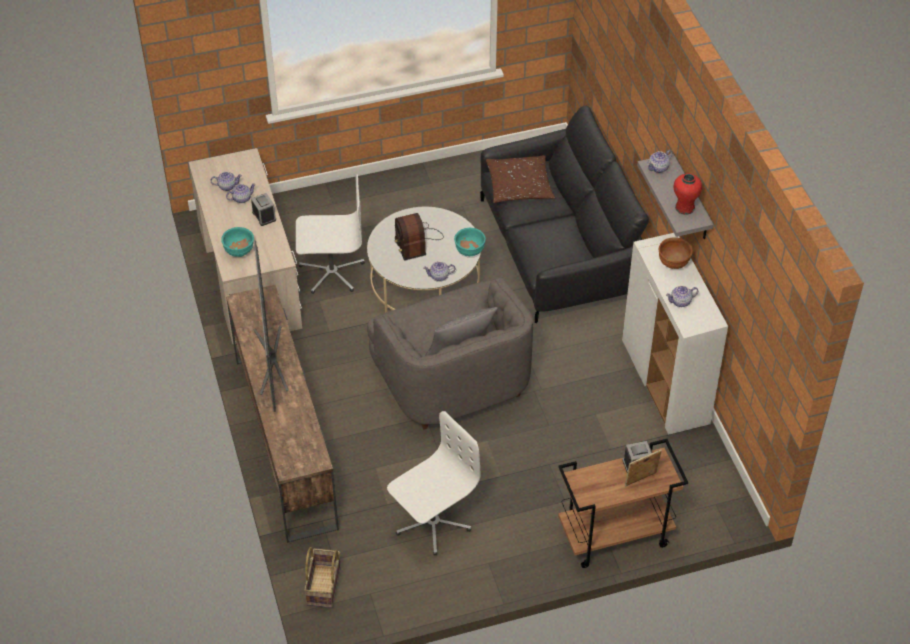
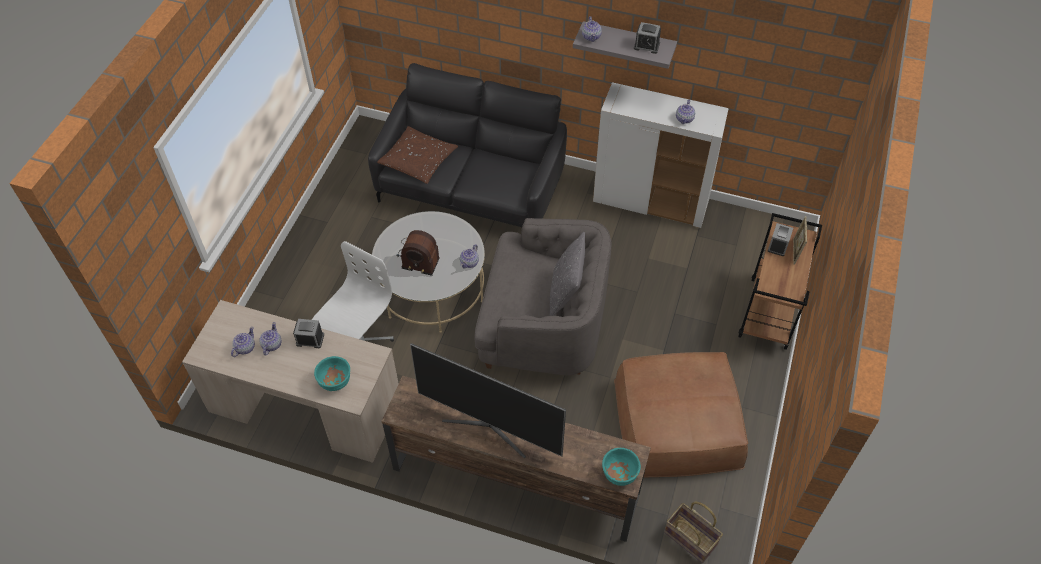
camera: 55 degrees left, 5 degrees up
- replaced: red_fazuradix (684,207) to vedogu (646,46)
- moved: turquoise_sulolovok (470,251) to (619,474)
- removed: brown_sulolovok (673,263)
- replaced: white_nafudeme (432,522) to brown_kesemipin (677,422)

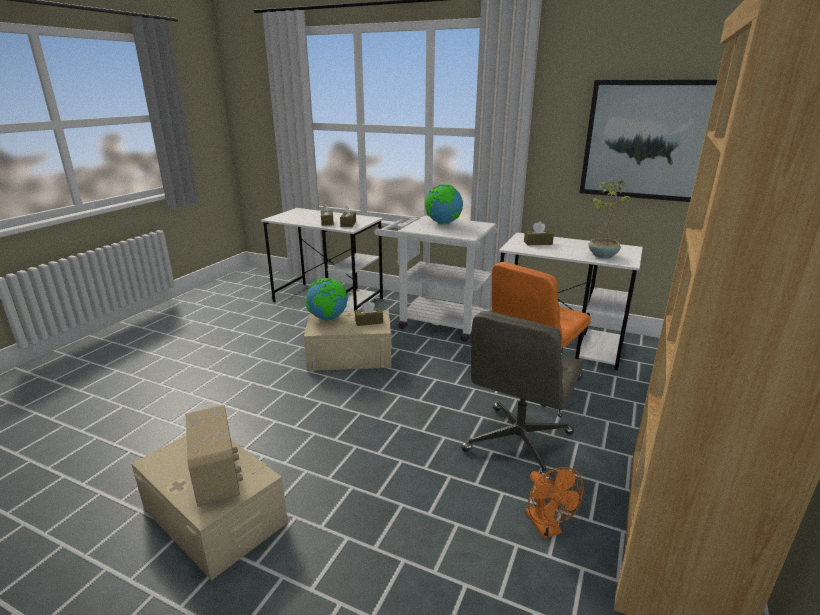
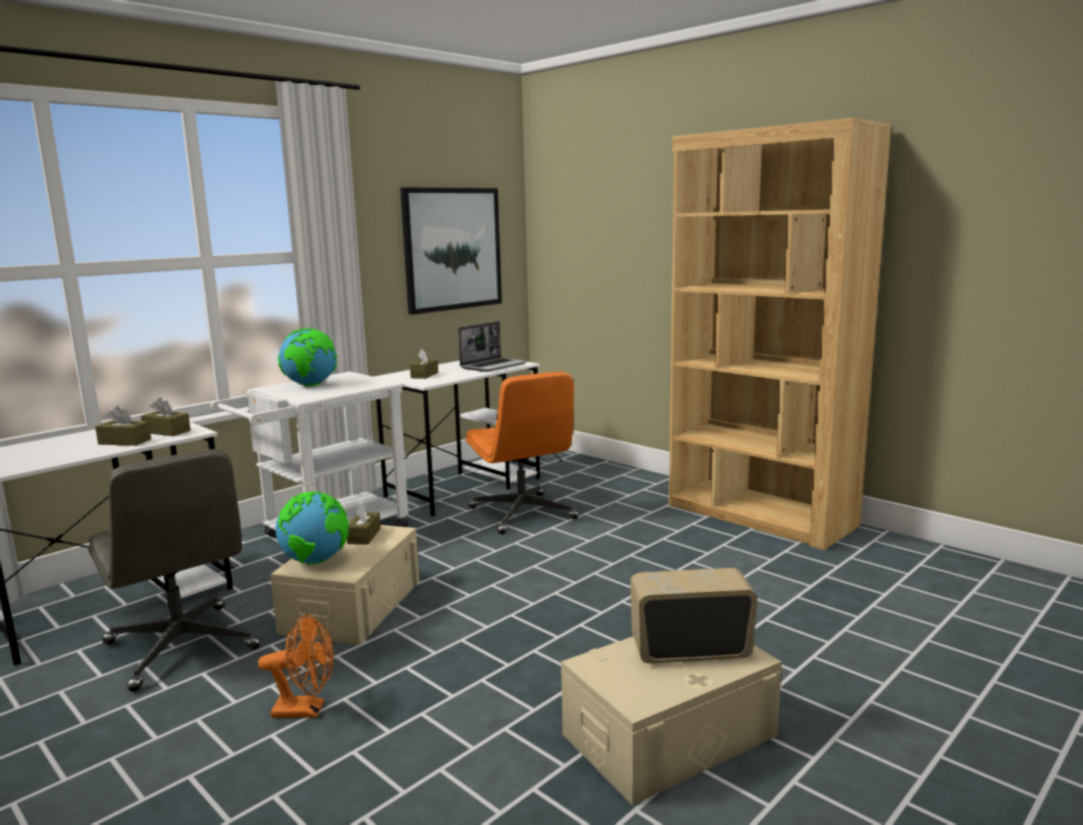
camera: 70 degrees left, 10 degrees down
- replaced: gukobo (602,255) to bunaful (493,366)
- moved: grey_nafudeme (518,443) to (182,647)
- moved: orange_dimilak (546,528) to (306,710)

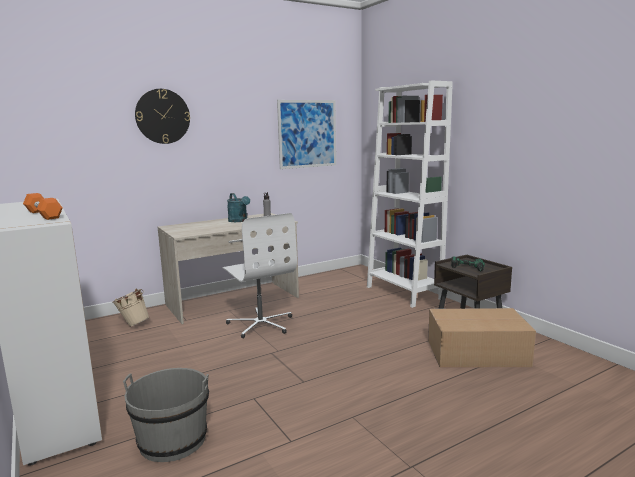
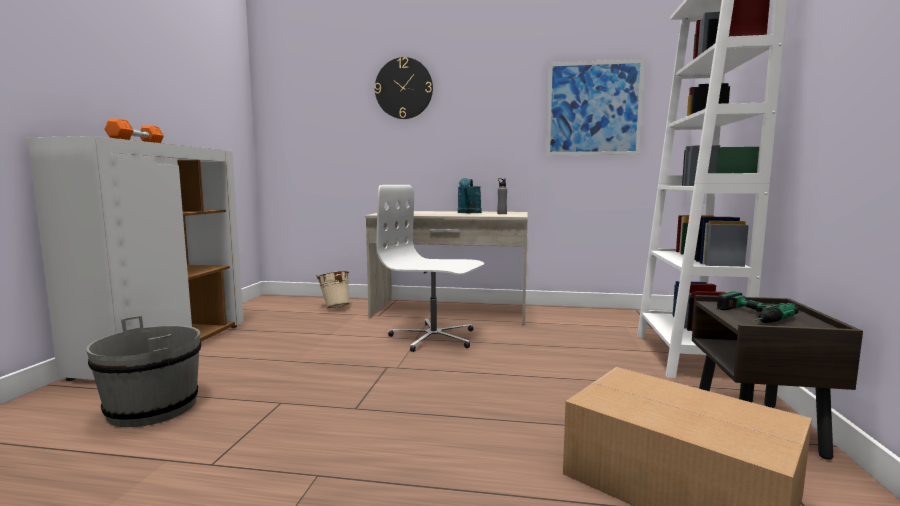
camera: 40 degrees right, 5 degrees down
- turned: white_nafudeme (261,324) = (433,338) 105 degrees clockwise

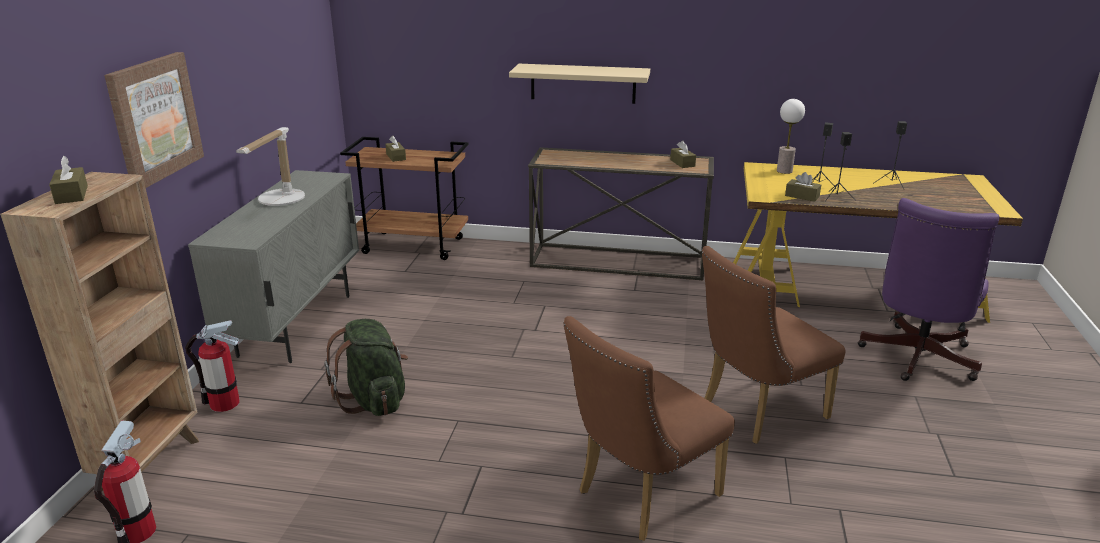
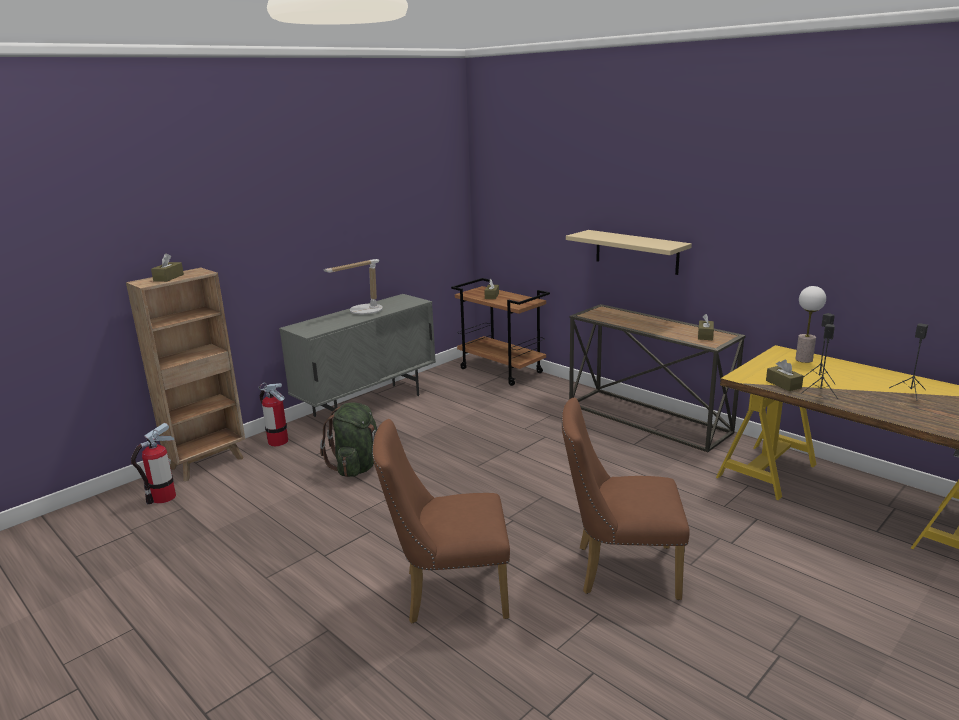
camera: 35 degrees right, 5 degrees down
- removed: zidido (154,119)
- removed: purple_nafudeme (915,359)

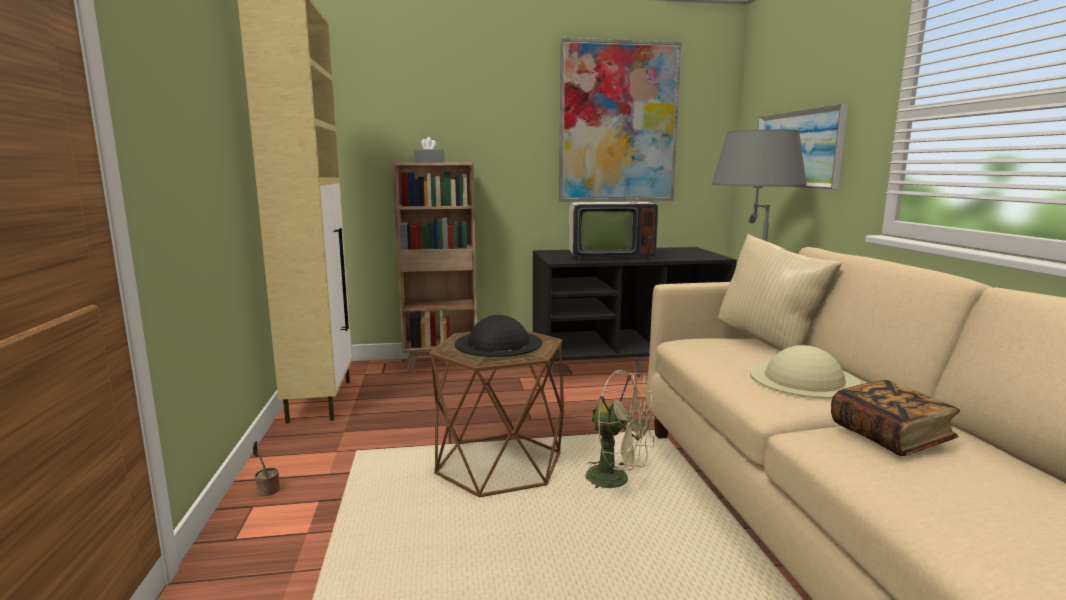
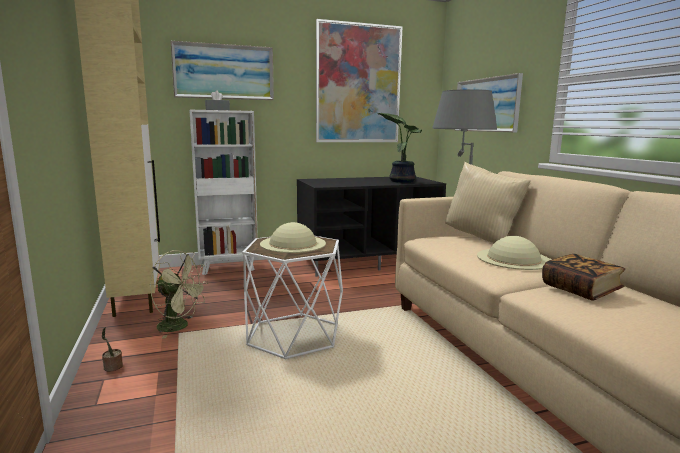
camera: 10 degrees left, 0 degrees up
- removed: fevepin (608,257)
- recoloured: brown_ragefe (441,364) to white_ragefe (228,268)
- recoloured: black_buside (498,343) to beige_buside (293,243)
- recoloured: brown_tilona (499,464) to white_tilona (294,335)
- moved: green_dimilak (617,480) to (179,327)
- added: zidido (224,72)
- added: gukobo (401,181)

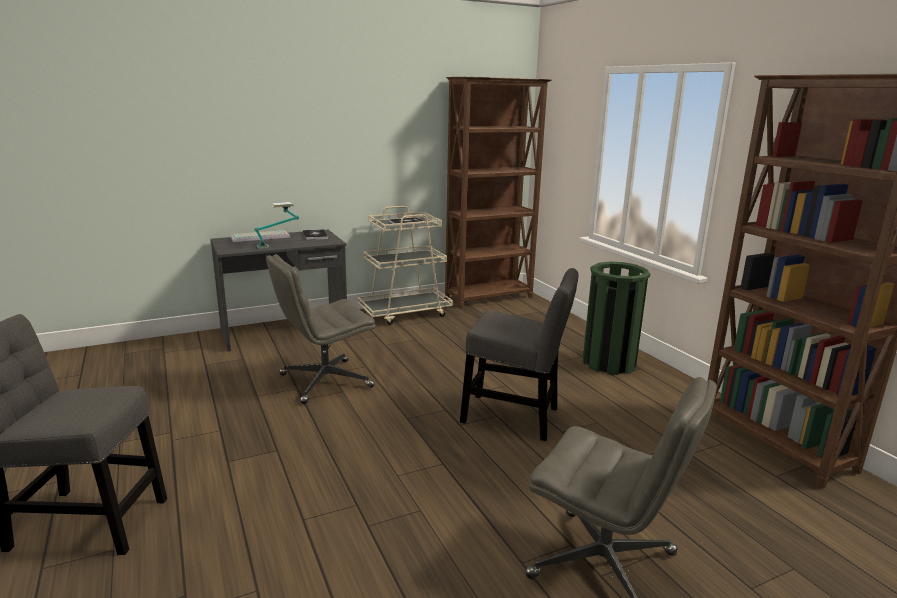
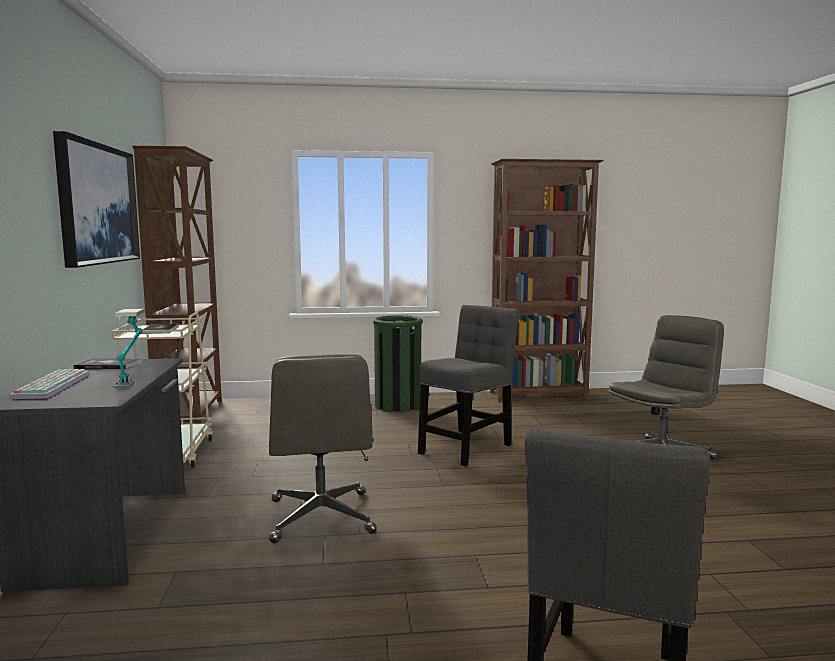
camera: 70 degrees left, 10 degrees down
- added: zidido (97,204)

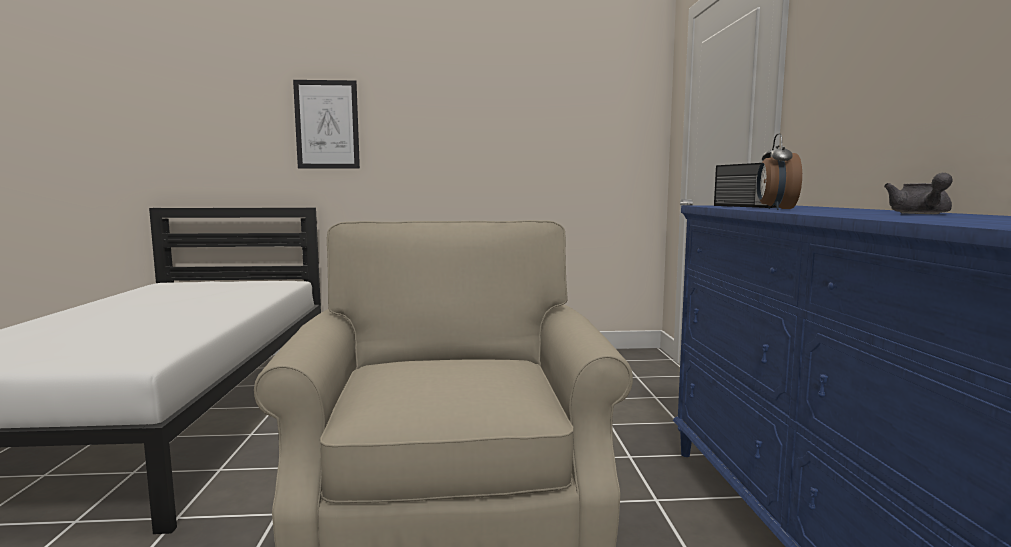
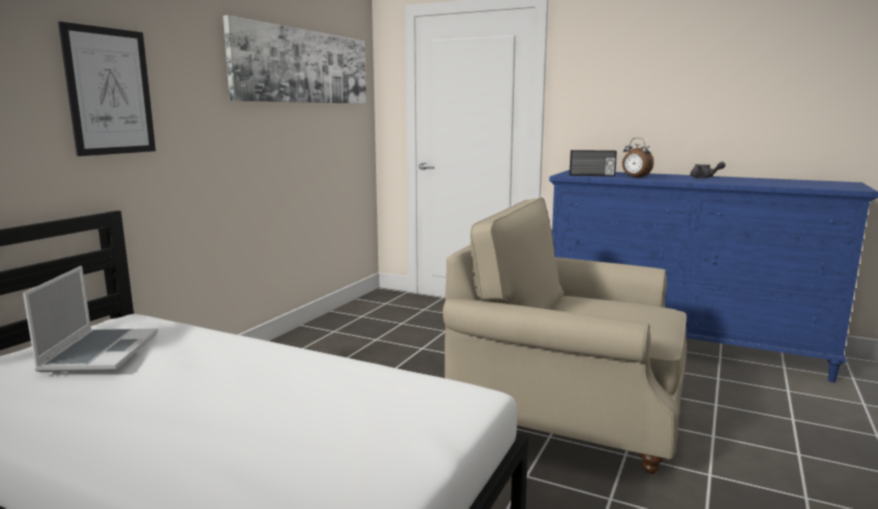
camera: 60 degrees left, 5 degrees up
- added: zidido (303,66)
- added: bunaful (100,352)

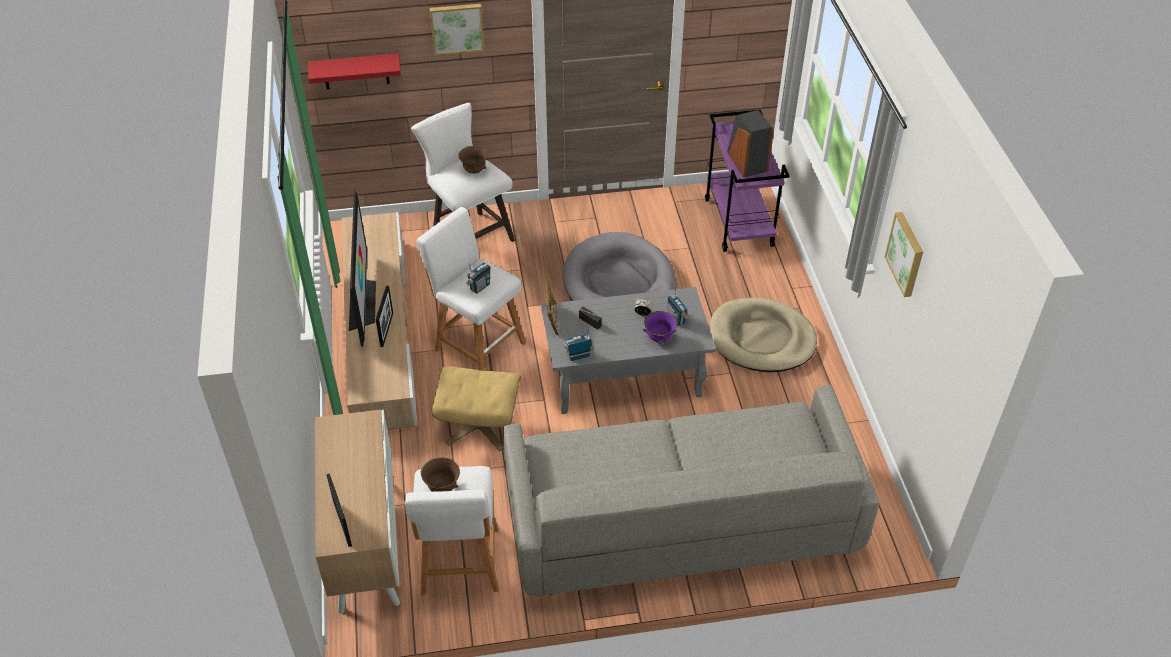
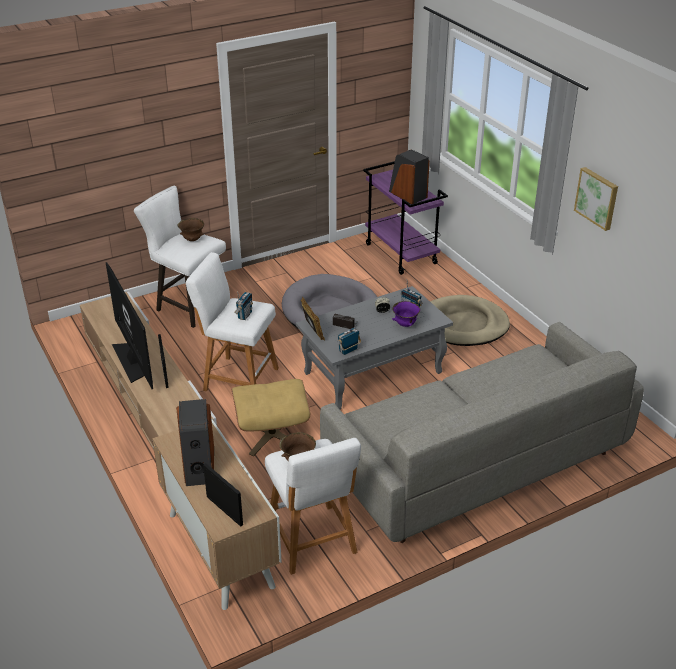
camera: 20 degrees left, 10 degrees down
- removed: zidido (457,28)
- removed: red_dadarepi (356,71)
- added: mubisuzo (198,466)

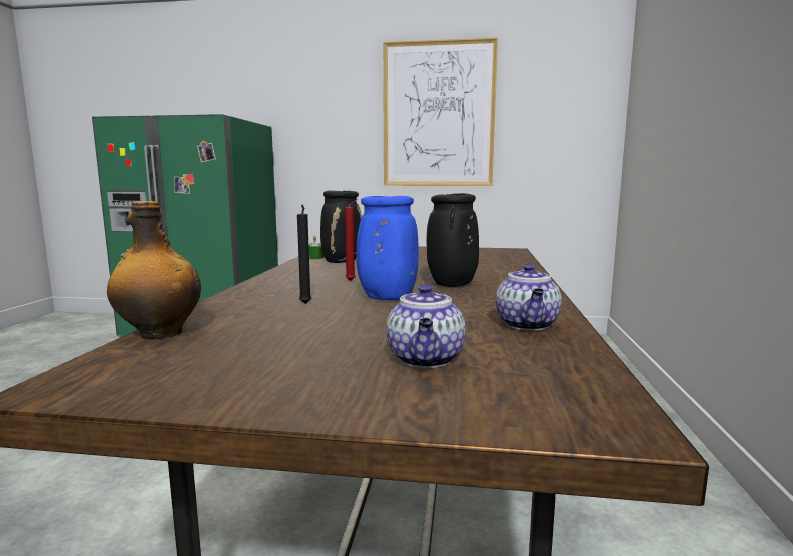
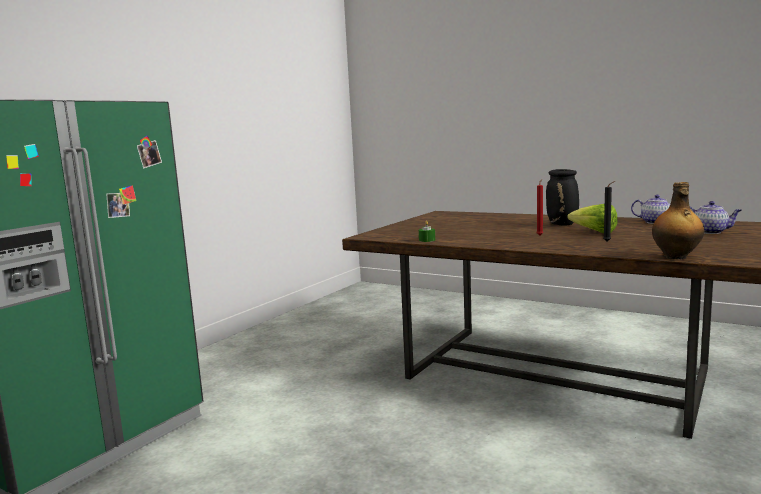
camera: 65 degrees left, 0 degrees up
- removed: zidido (438,115)
- removed: black_fazuradix (342,261)
- replaced: blue_fazuradix (386,298) to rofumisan (595,232)

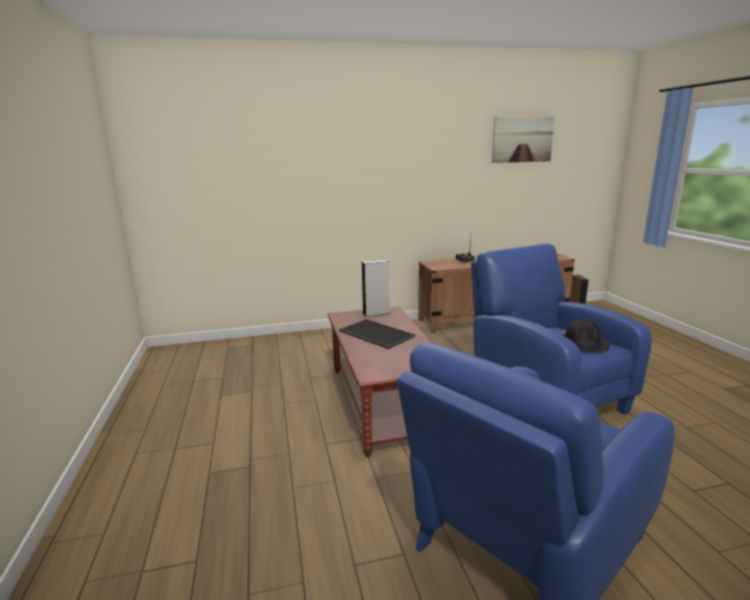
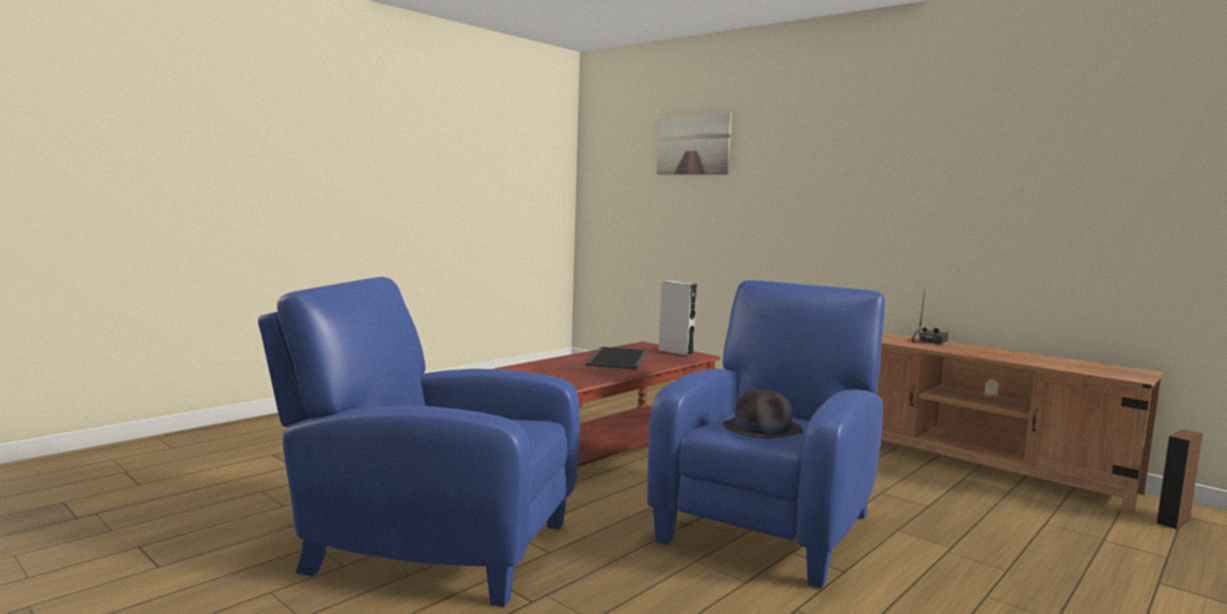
camera: 55 degrees right, 10 degrees down
- moved: zidido (522,139) to (693,145)

